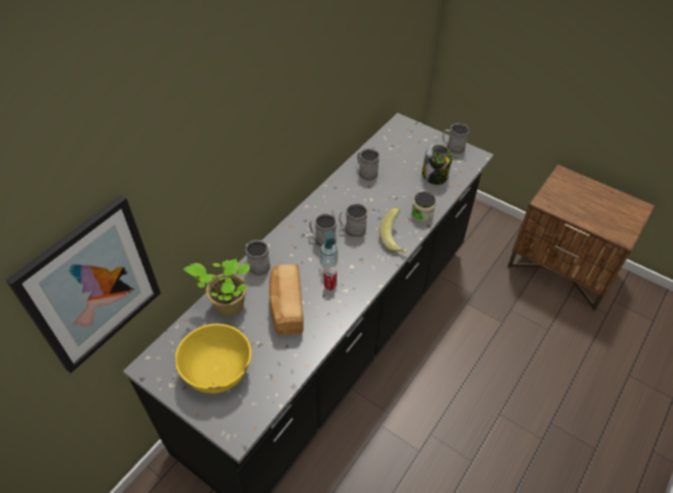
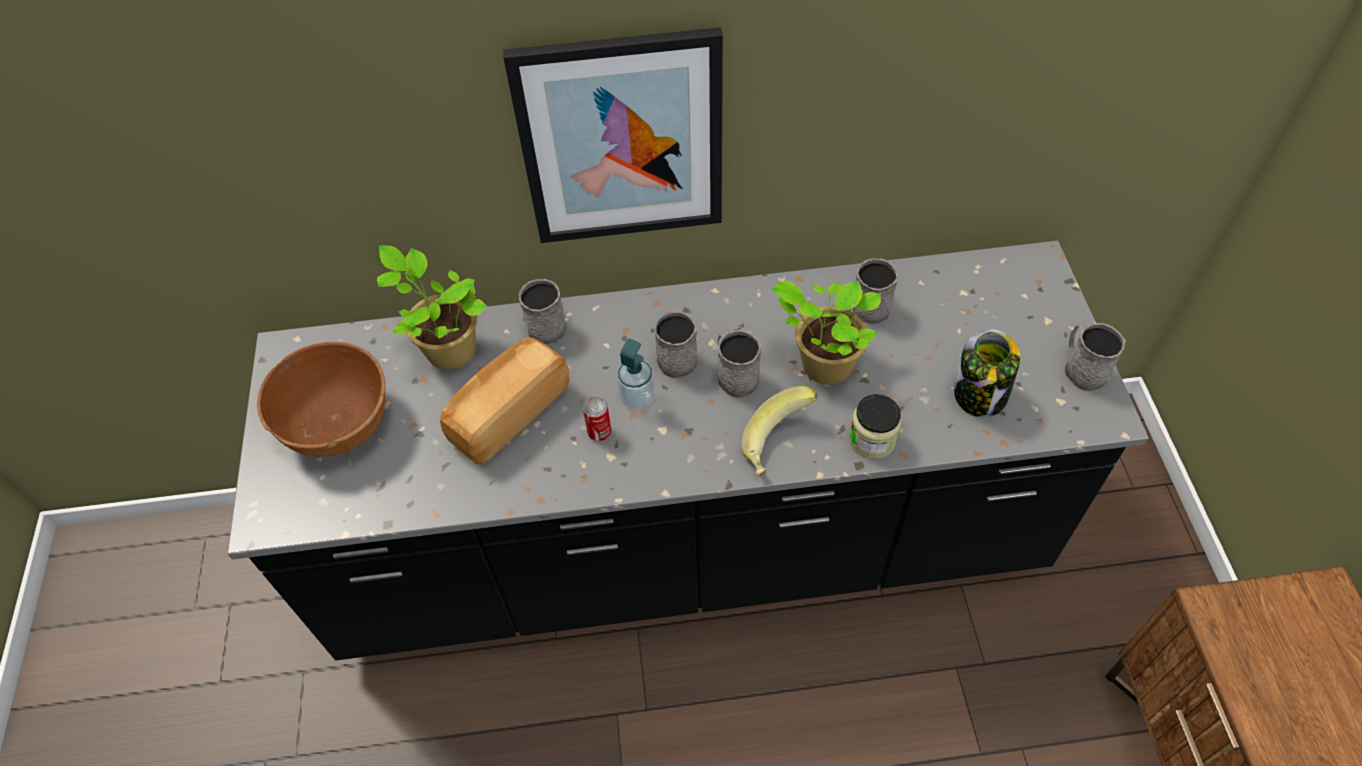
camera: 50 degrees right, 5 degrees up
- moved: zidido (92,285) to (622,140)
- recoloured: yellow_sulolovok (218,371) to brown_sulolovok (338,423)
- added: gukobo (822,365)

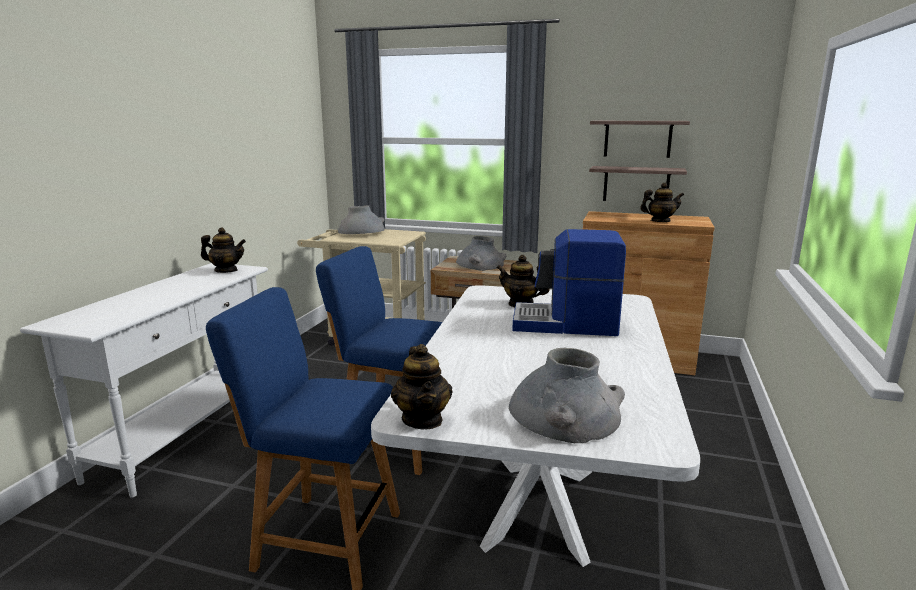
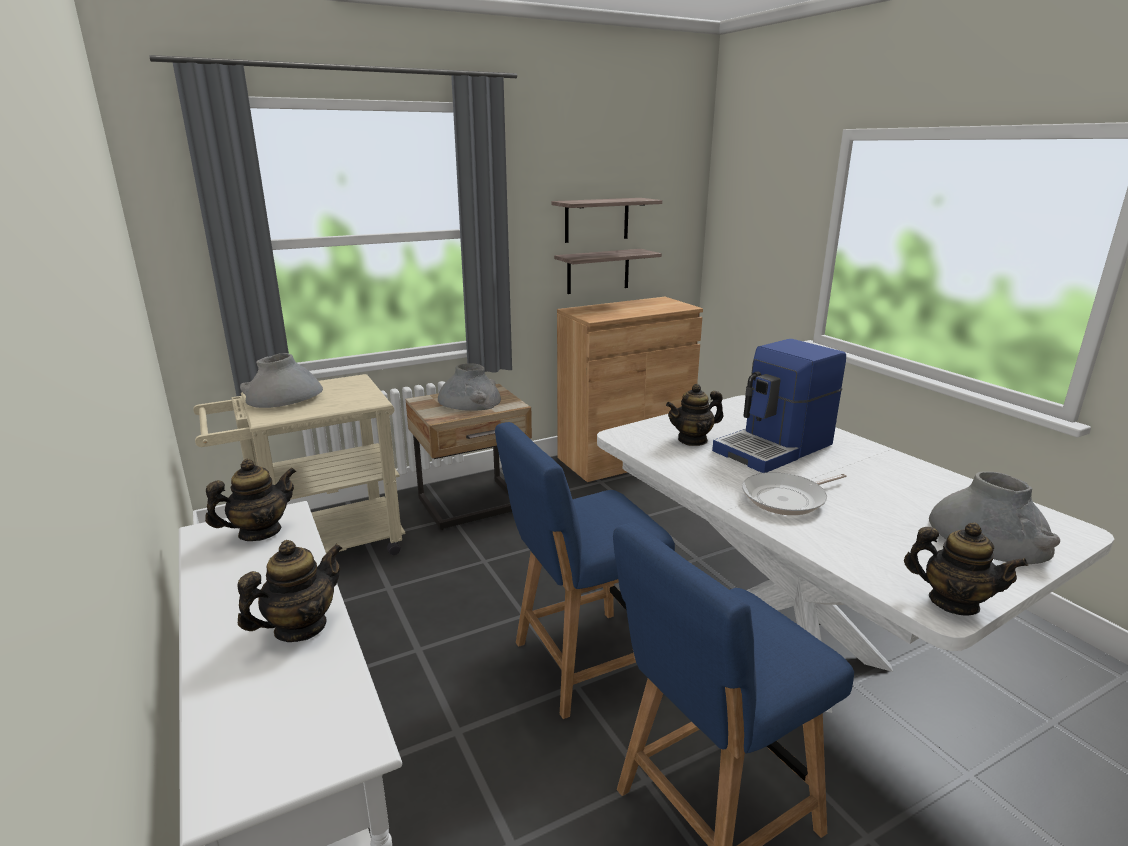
camera: 45 degrees left, 5 degrees up
- moved: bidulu (660,221) to (300,627)
- added: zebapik (787,499)

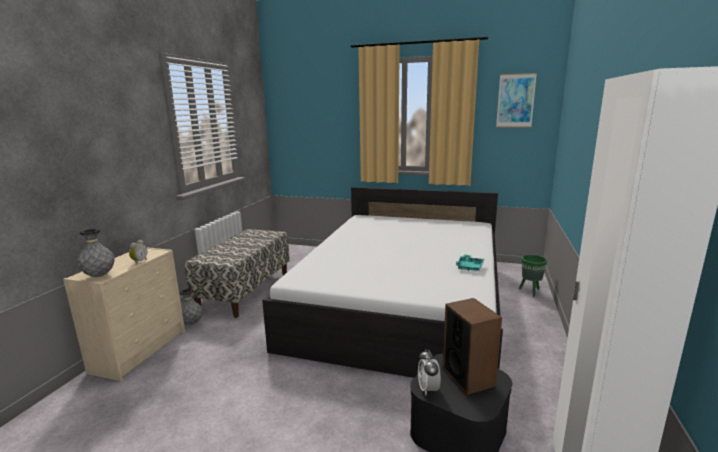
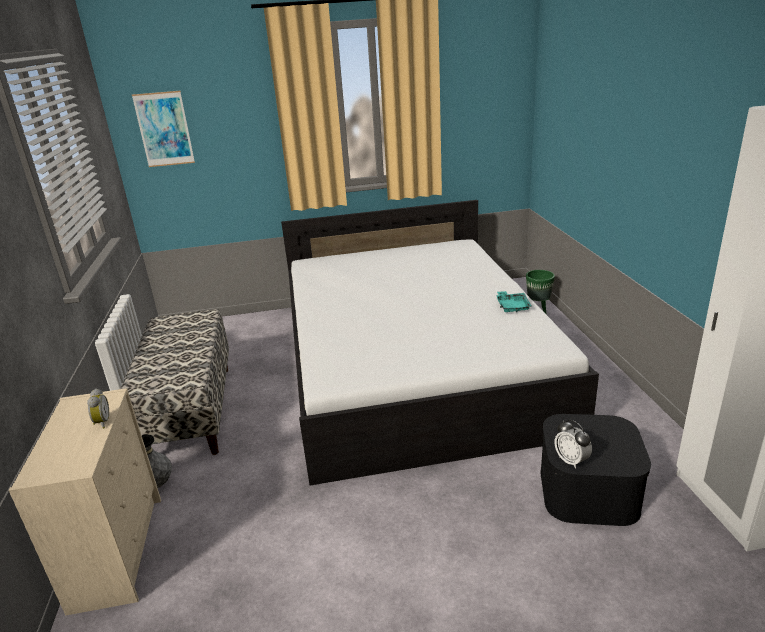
camera: 25 degrees left, 10 degrees up
- moved: zidido (515,100) to (164,129)
- removed: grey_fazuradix (99,275)
- removed: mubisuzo (468,377)

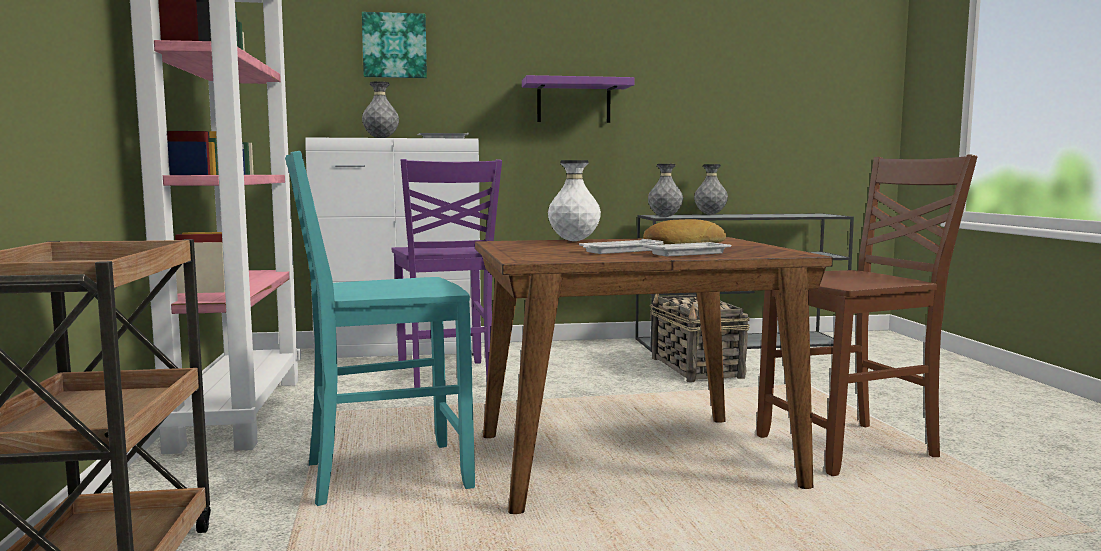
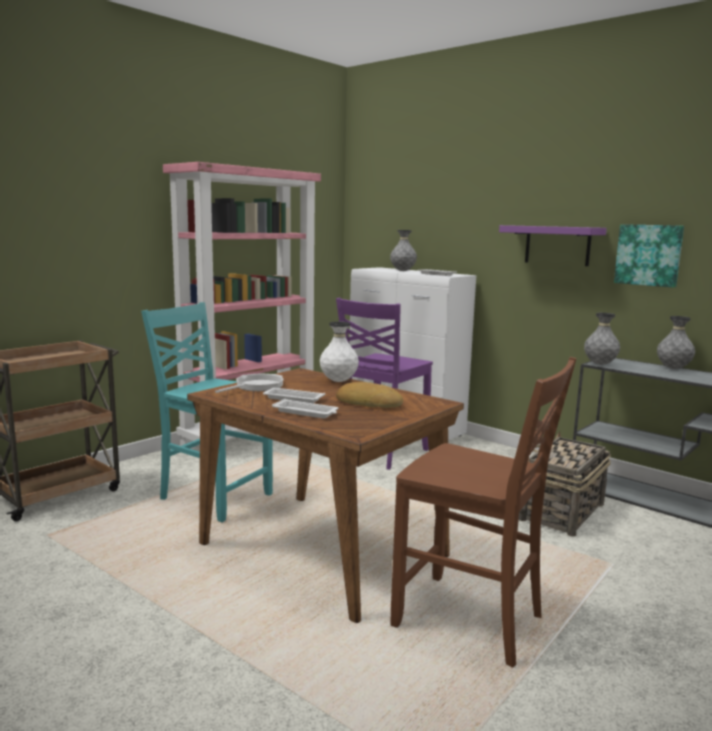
camera: 50 degrees right, 5 degrees up
- moved: zidido (394,46) to (648,255)
- added: zebapik (256,386)

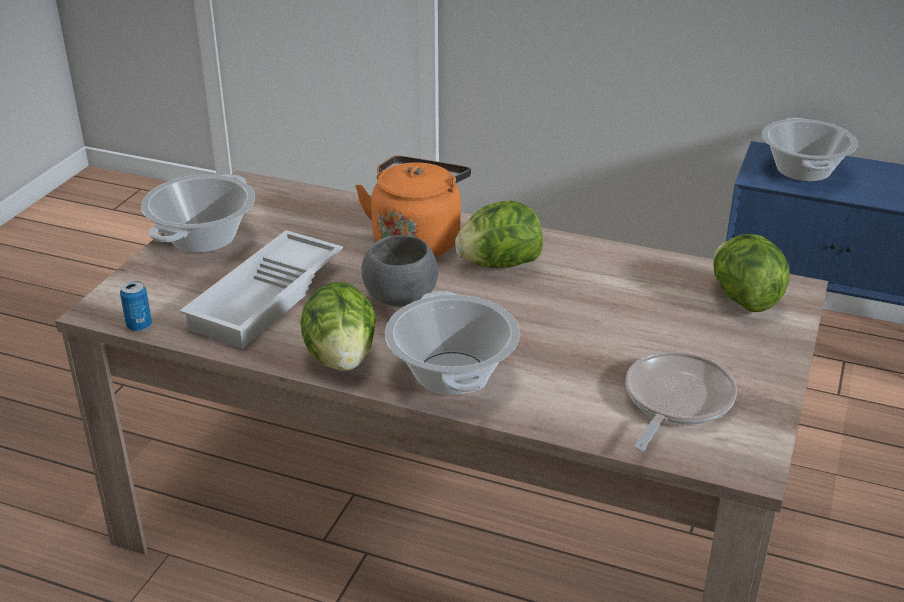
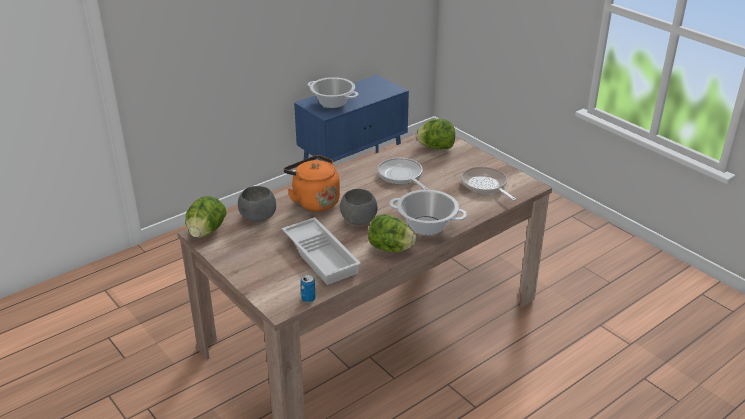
camera: 60 degrees left, 0 degrees up
- removed: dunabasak (204,238)
- moved: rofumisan (499,264) to (206,232)
- added: zebapik (401,176)
- added: grey_sulolovok (258,217)

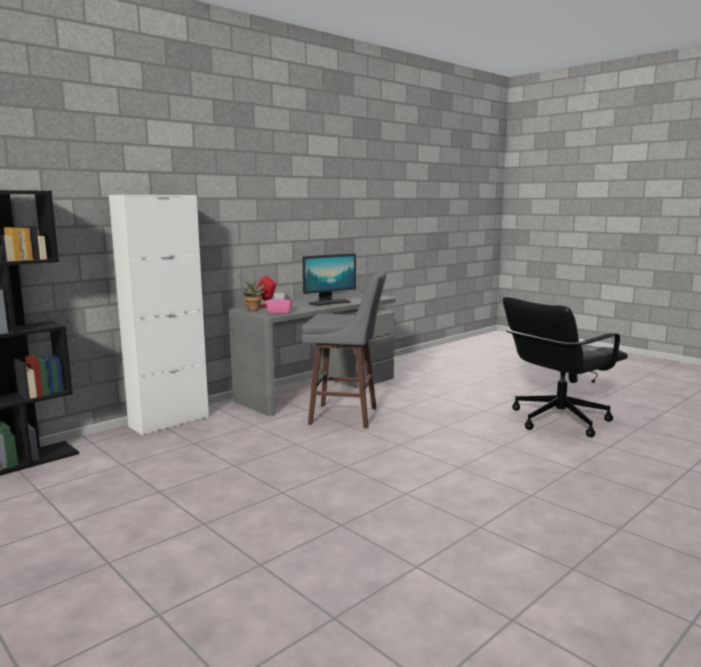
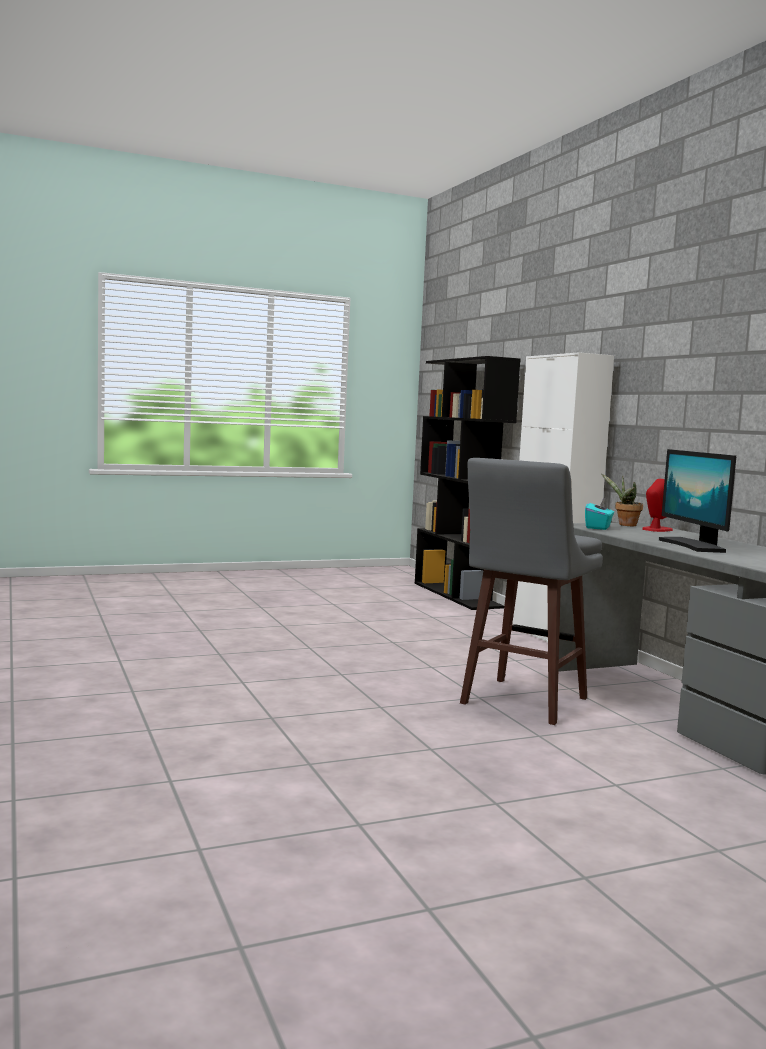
camera: 110 degrees right, 5 degrees down
- recoloured: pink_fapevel (279,312) to turquoise_fapevel (598,527)
- removed: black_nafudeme (558,420)

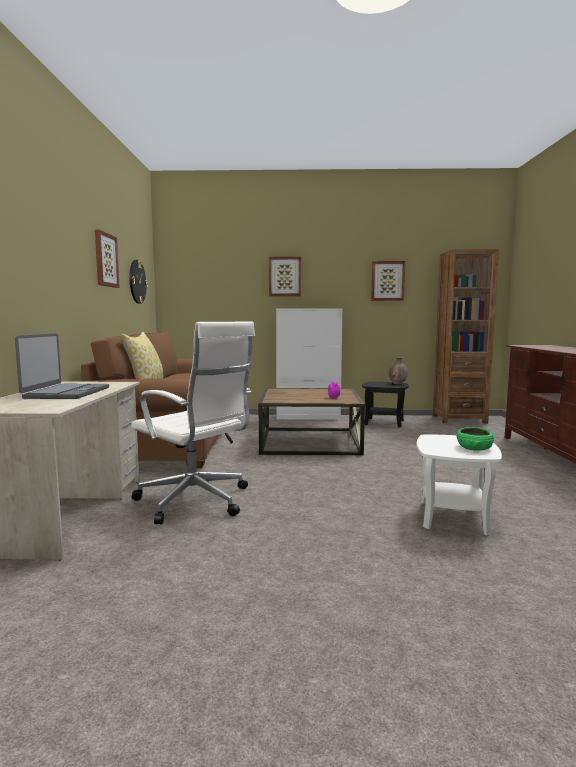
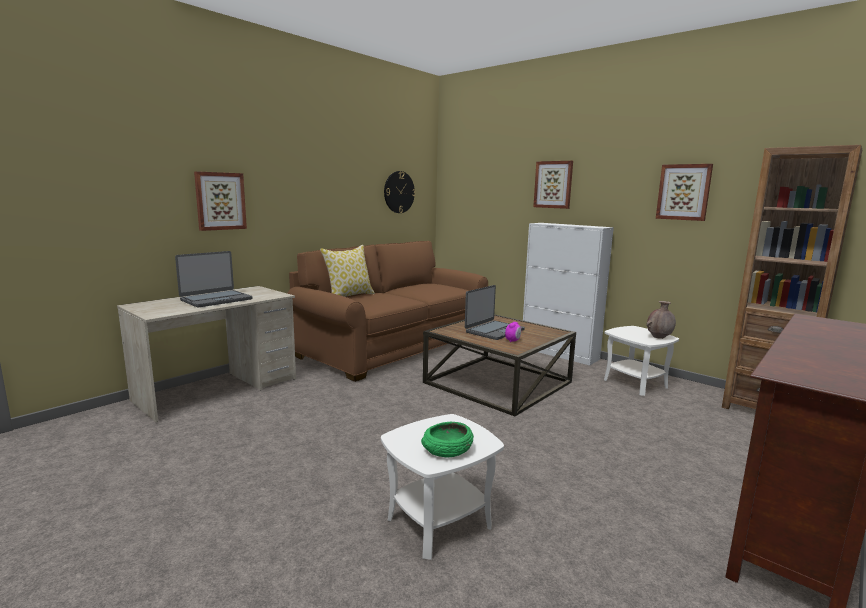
camera: 40 degrees right, 5 degrees up
- moved: zidido (105,260) to (220,201)
- removed: white_nafudeme (195,501)
- recoloured: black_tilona (384,422) to white_tilona (635,383)
- added: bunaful (494,331)

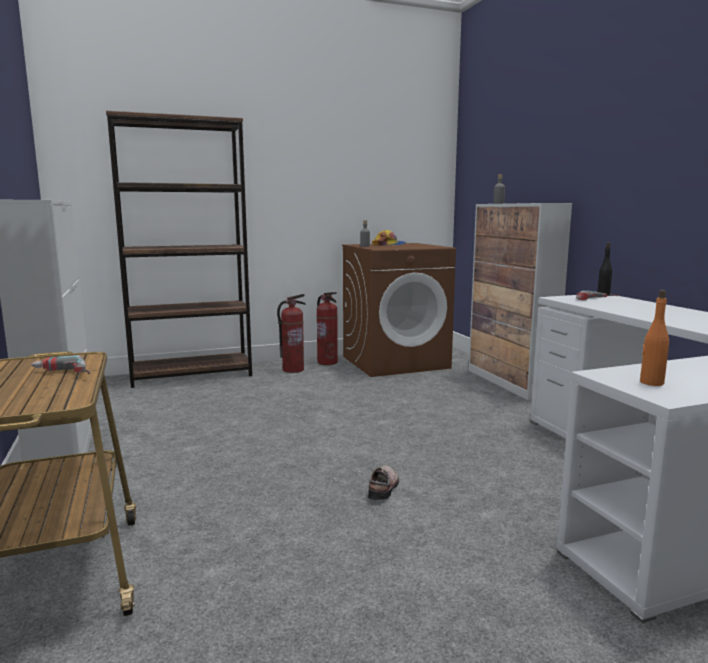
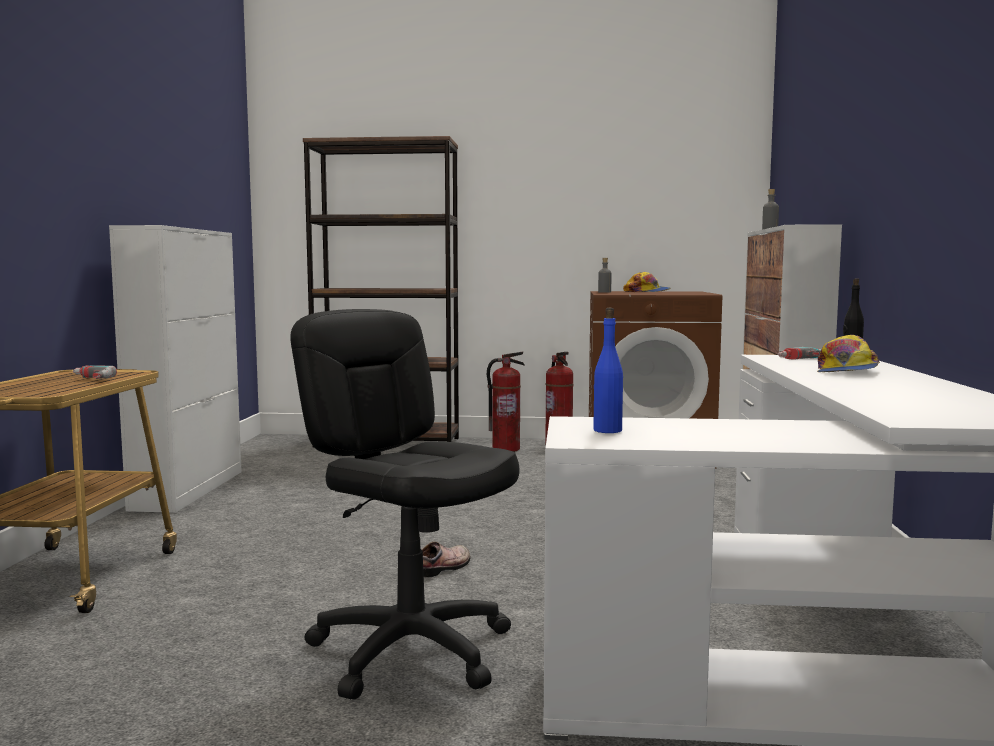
camera: 25 degrees right, 5 degrees down
- recoloured: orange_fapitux (651,383) to blue_fapitux (607,430)
- added: black_nafudeme (411,650)
- added: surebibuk (846,371)

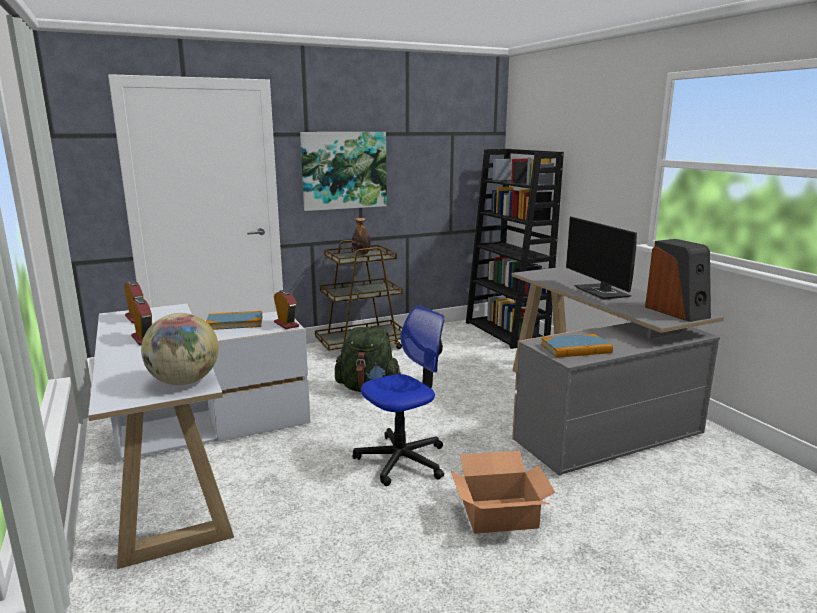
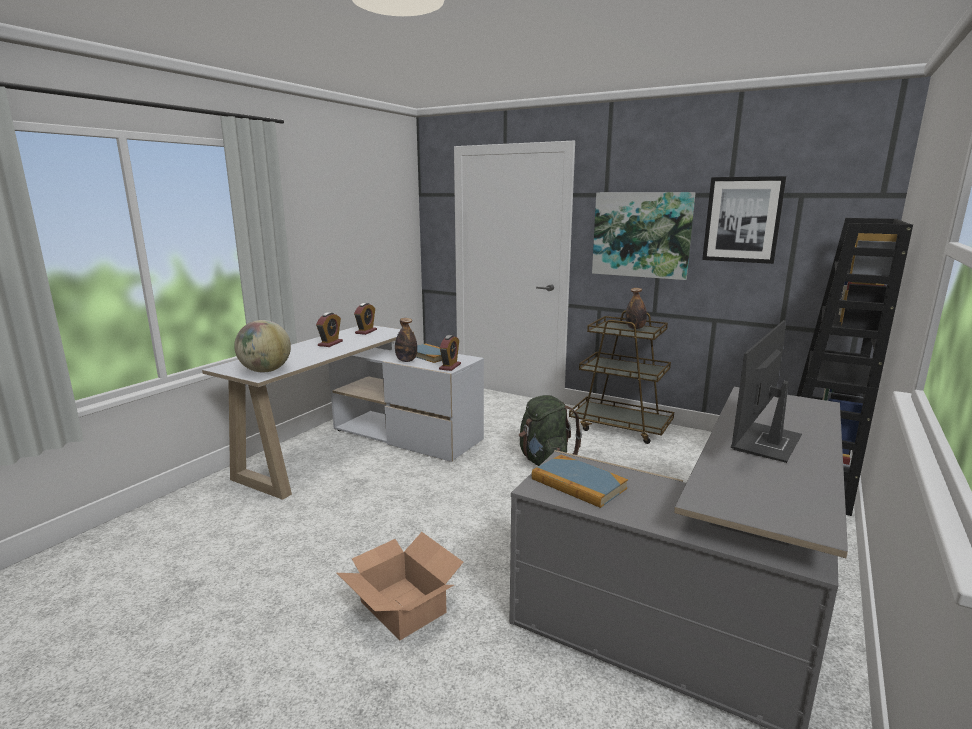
camera: 55 degrees right, 0 degrees up
- removed: mubisuzo (677,312)
- removed: nafudeme (402,460)
- added: zidido (742,220)
- added: fapitux (406,360)

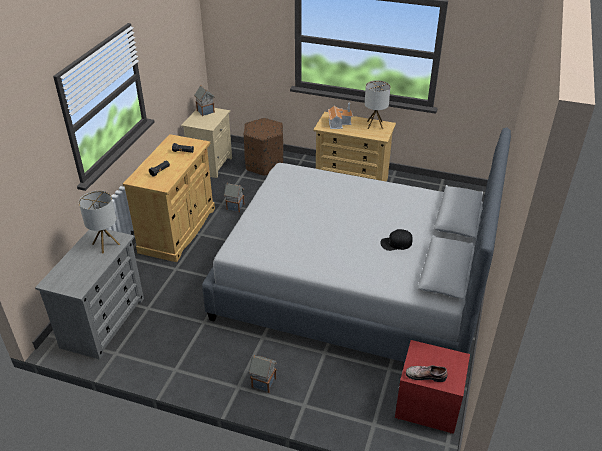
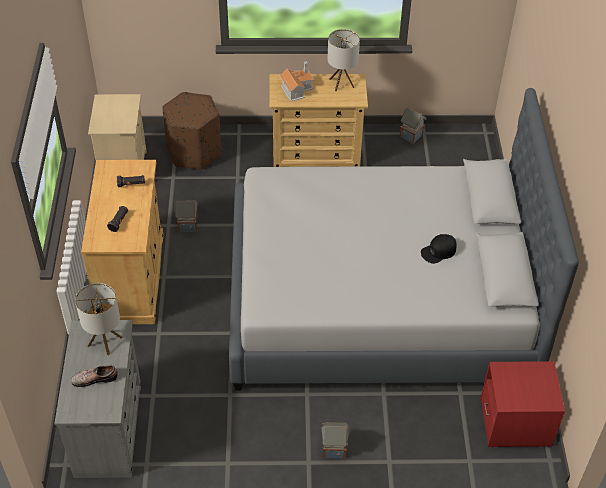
camera: 20 degrees left, 10 degrees up
- moved: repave (206,111) to (411,136)
- moved: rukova (425,375) to (94,378)

